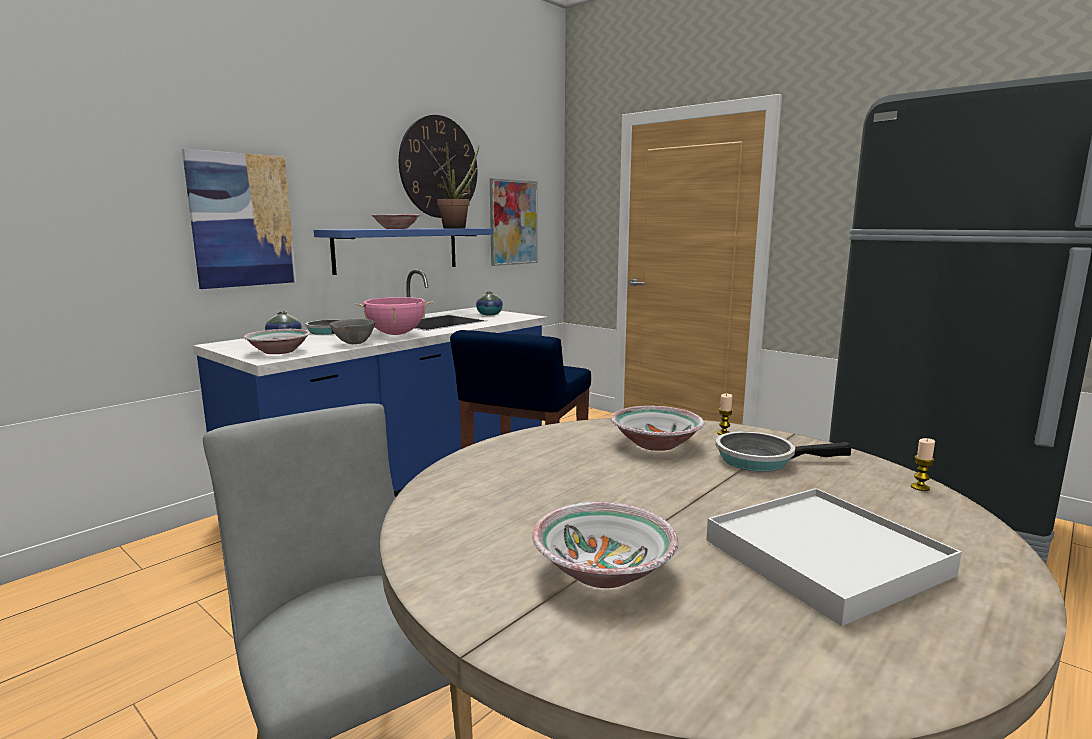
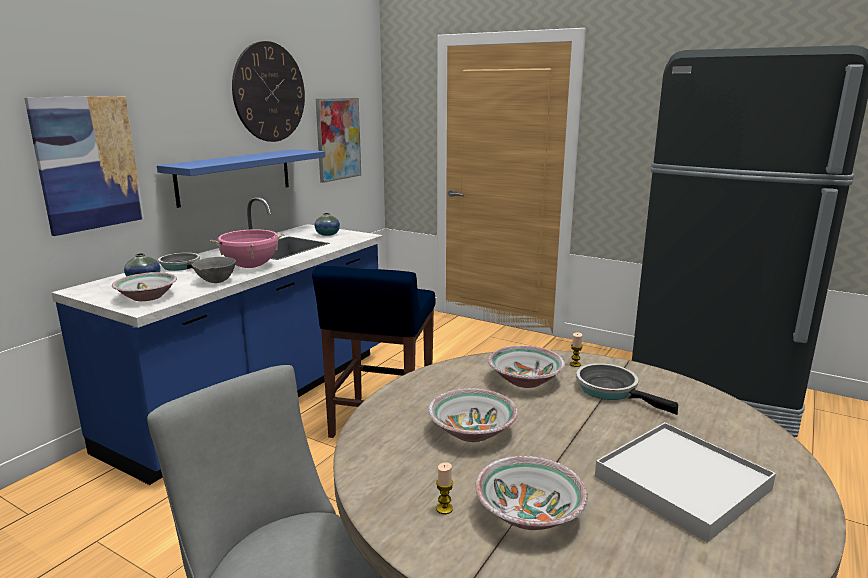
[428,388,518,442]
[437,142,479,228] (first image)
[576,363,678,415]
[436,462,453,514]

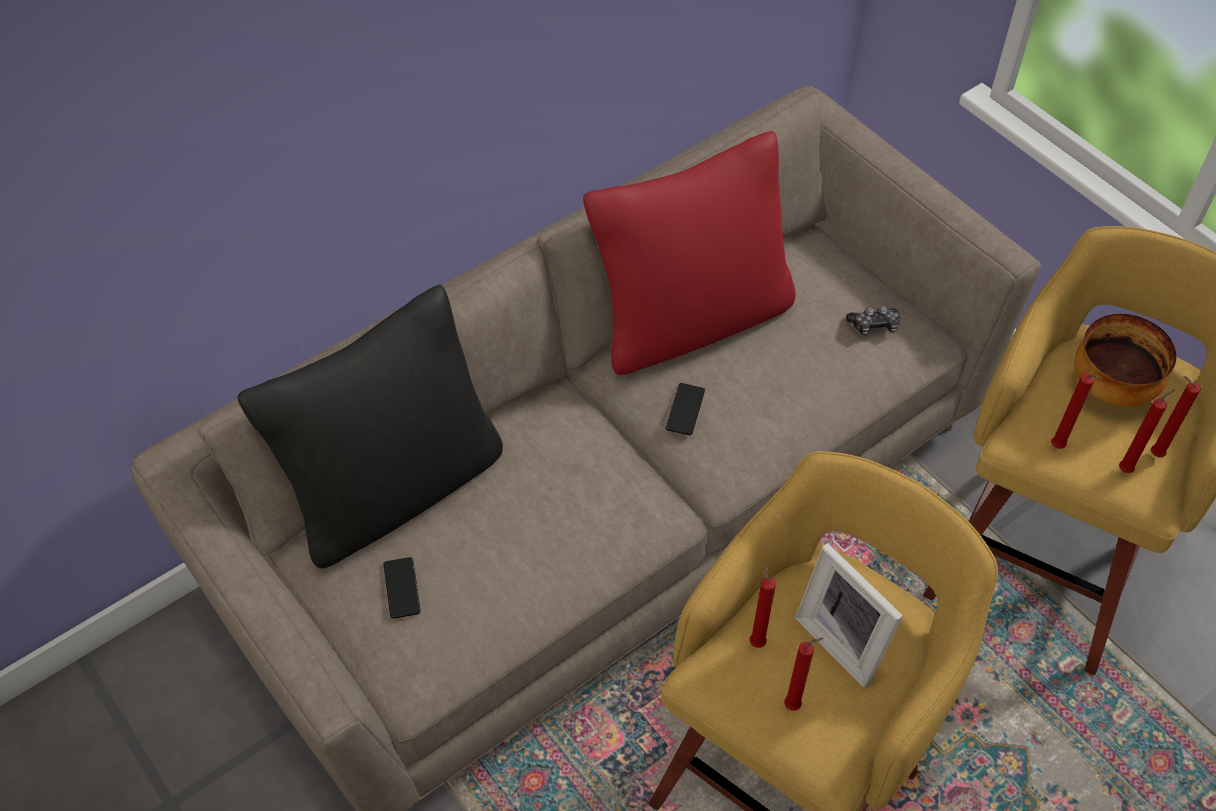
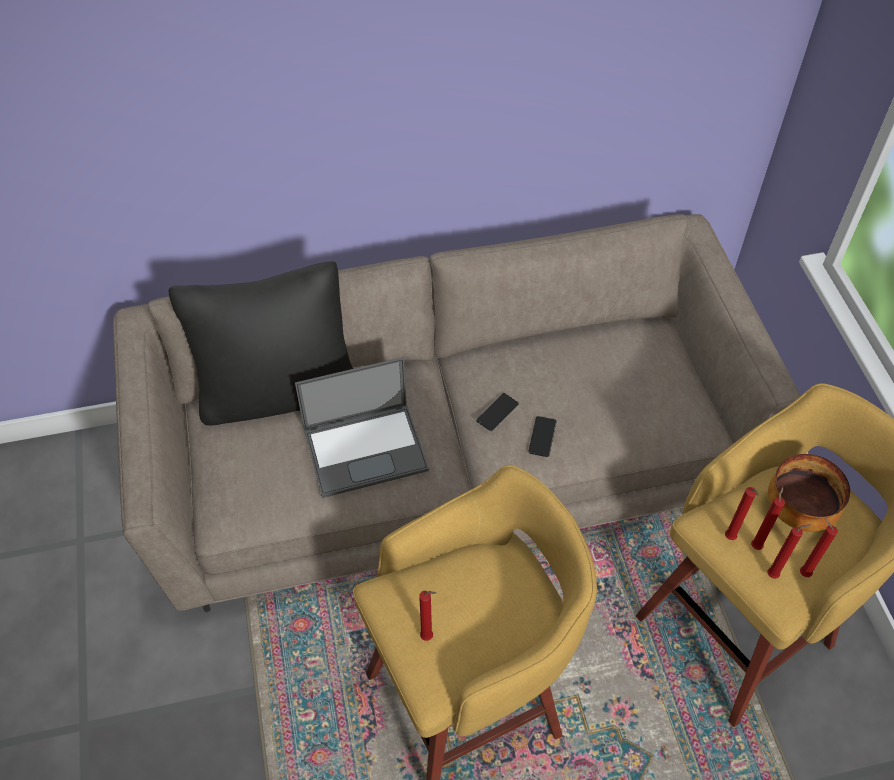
[528,416,556,457]
[583,131,796,375] (first image)
[751,487,785,550]
[795,543,903,688] (first image)
[846,306,901,336] (first image)
[295,357,429,498]

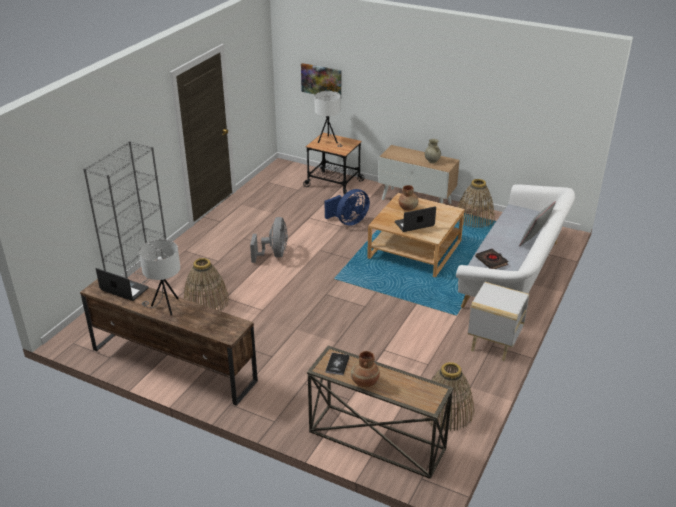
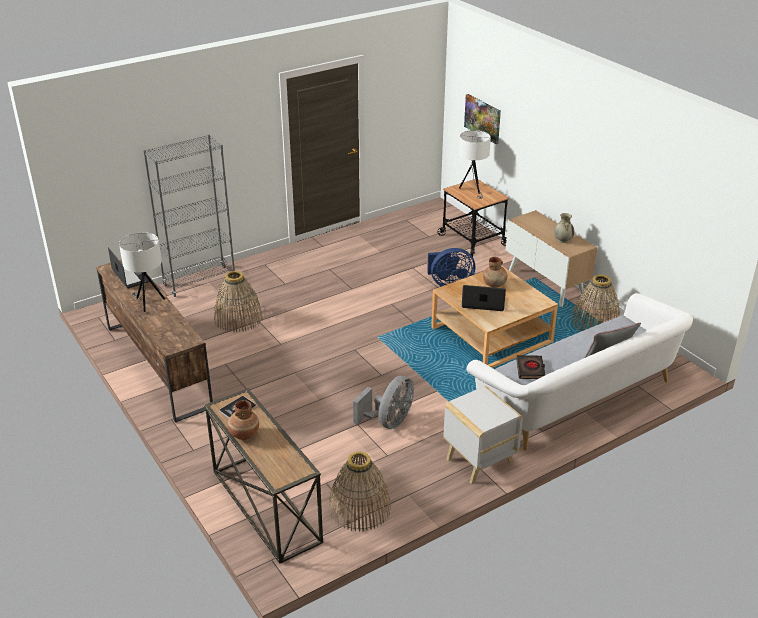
[353,376,414,429]

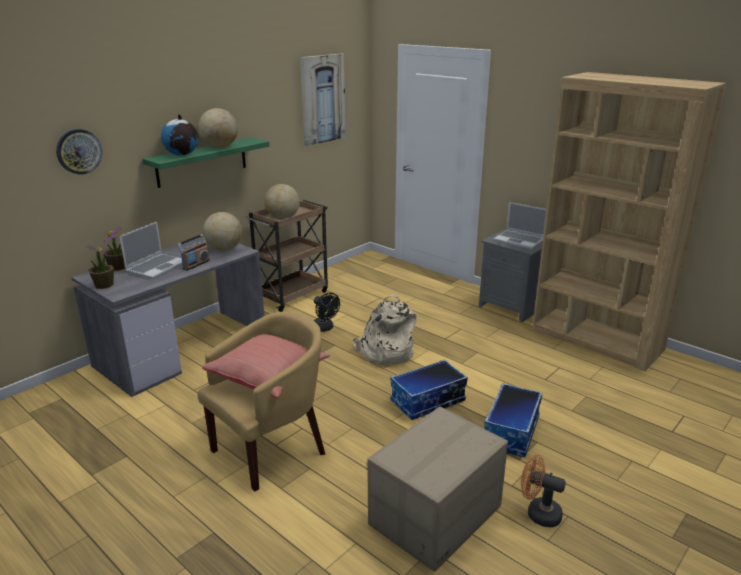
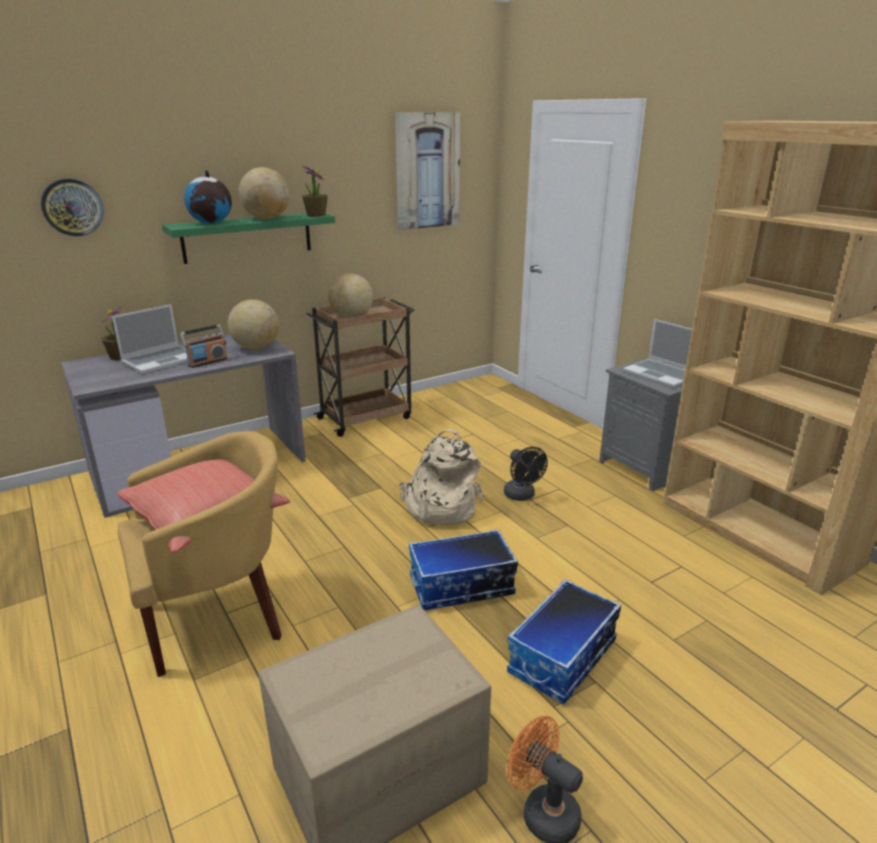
[302,166,328,217]
[504,447,548,501]

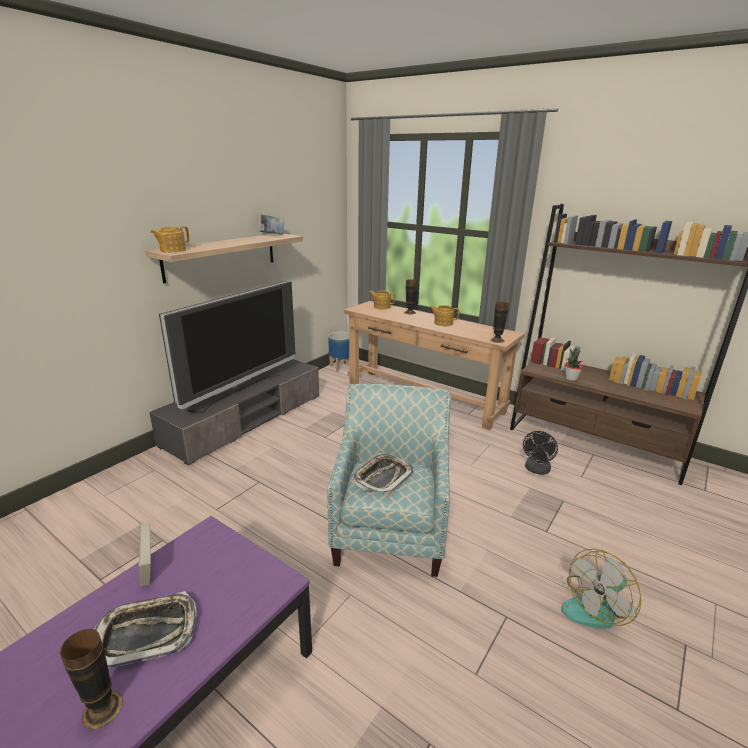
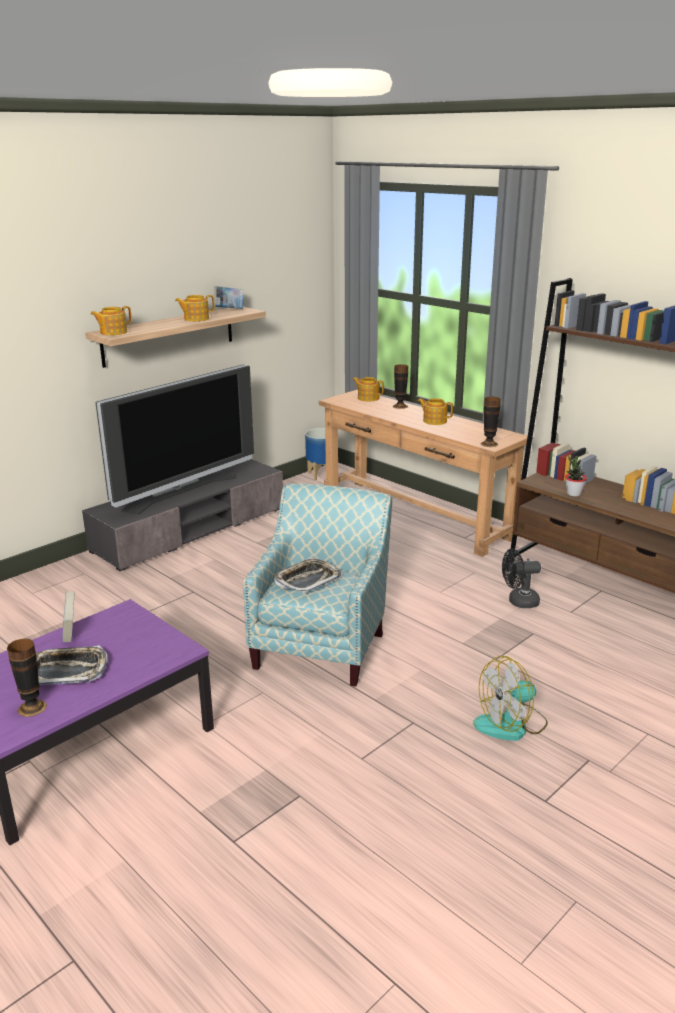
[502,548,541,608]
[175,295,214,321]

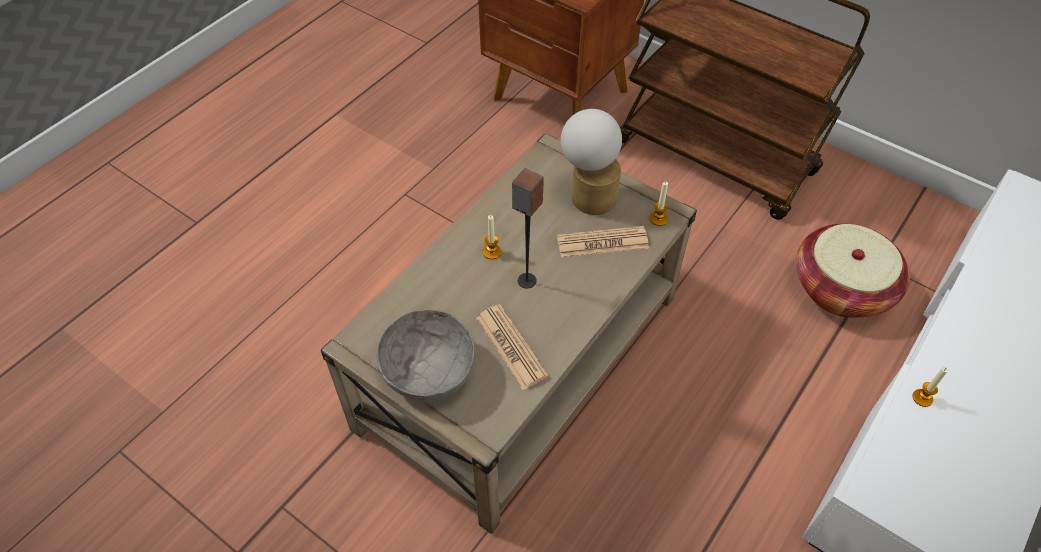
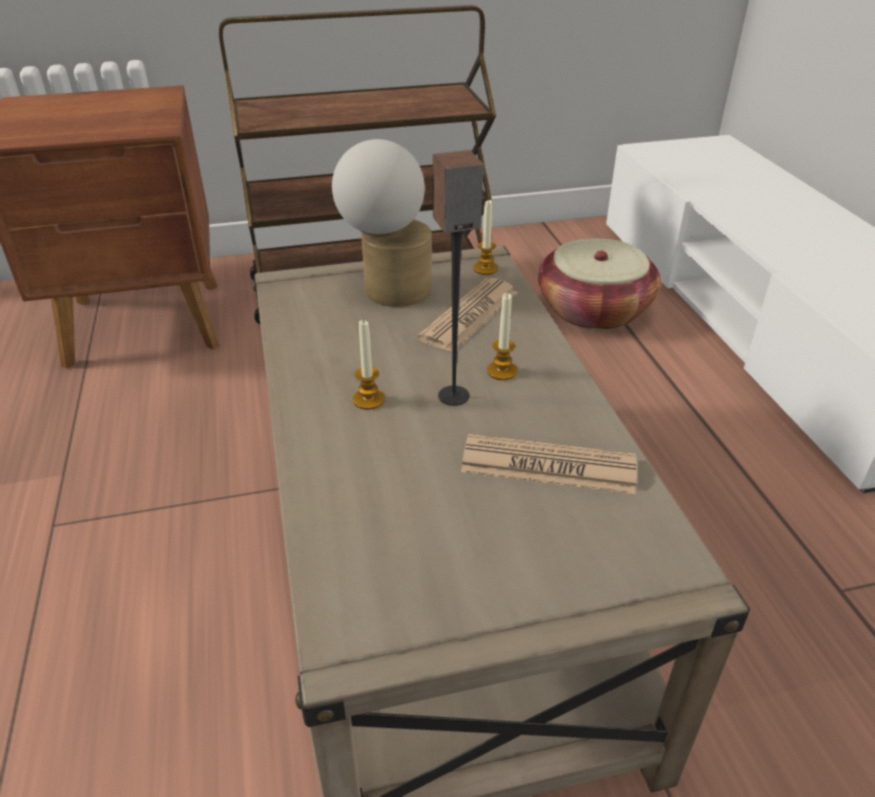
[377,309,475,402] (first image)
[487,293,517,380]

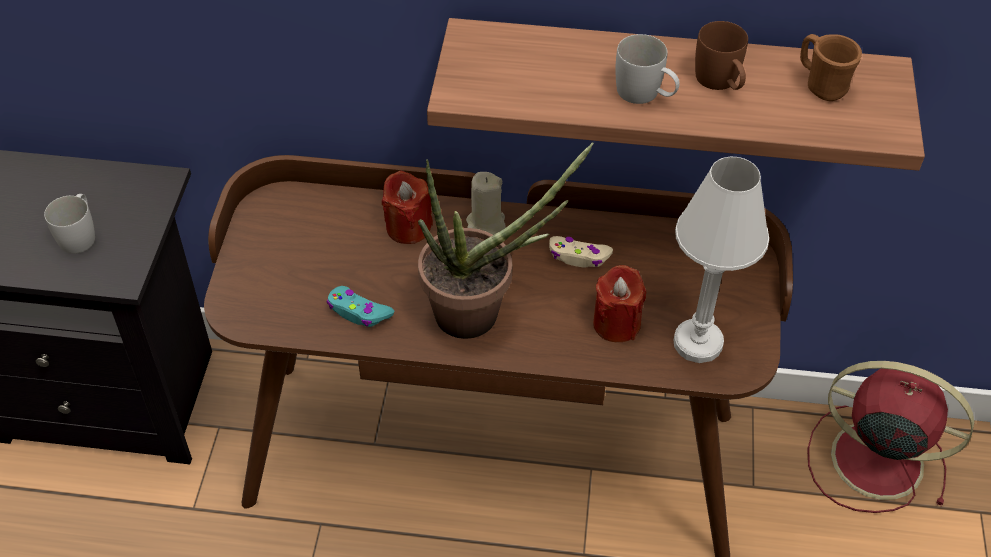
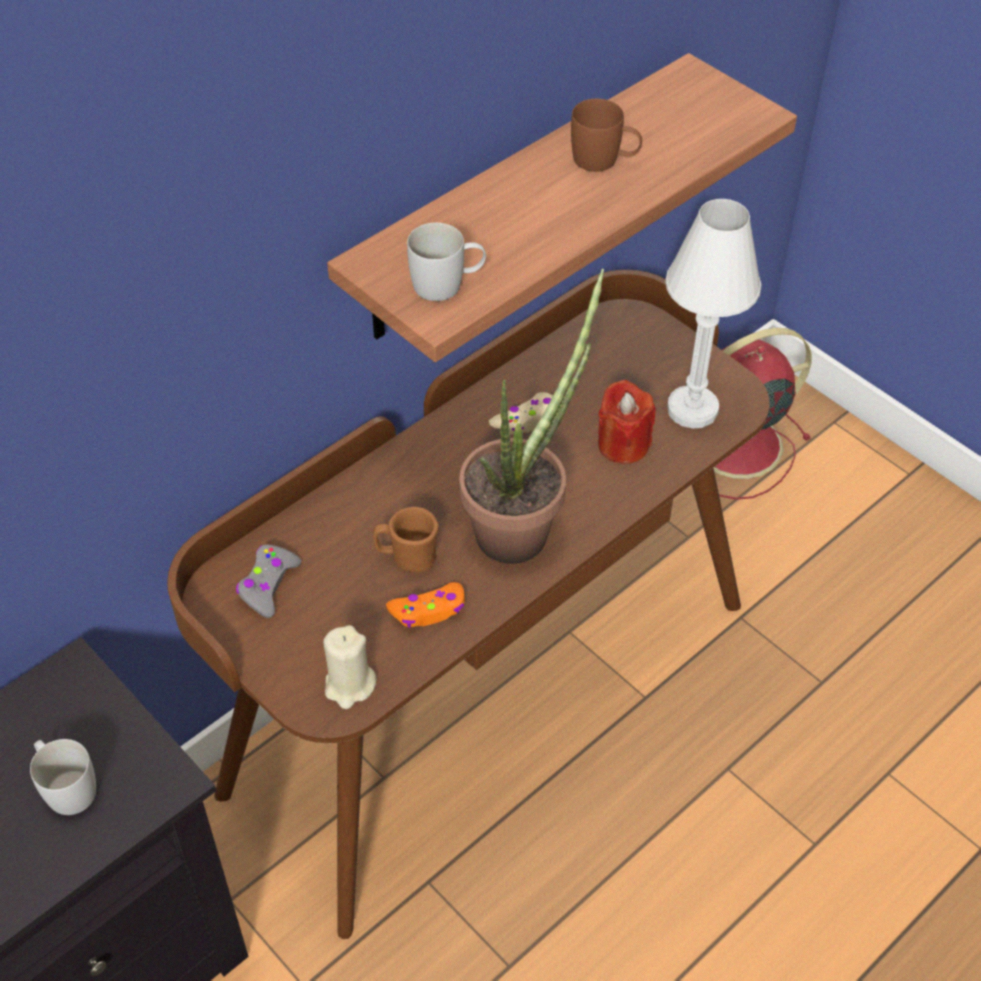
[386,582,465,628]
[382,171,433,244] (first image)
[323,625,377,709]
[407,223,486,301]
[373,507,439,572]
[236,545,302,618]

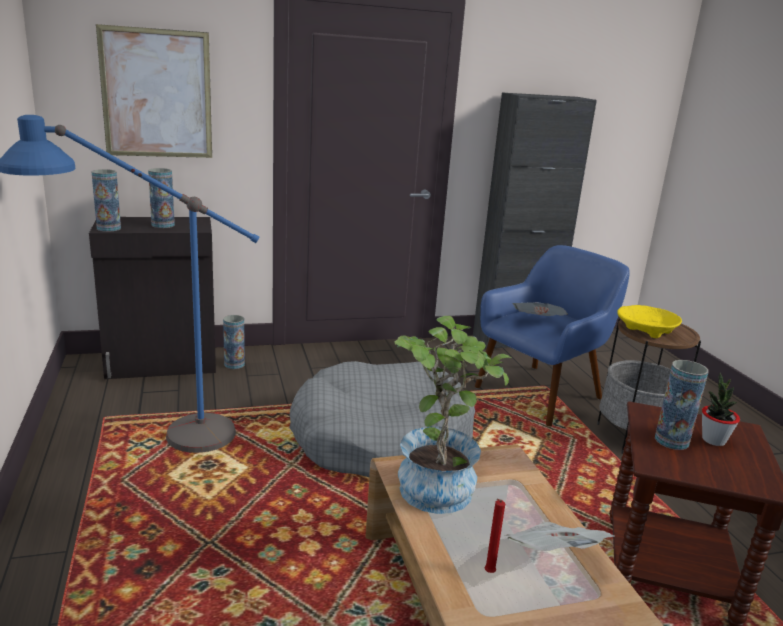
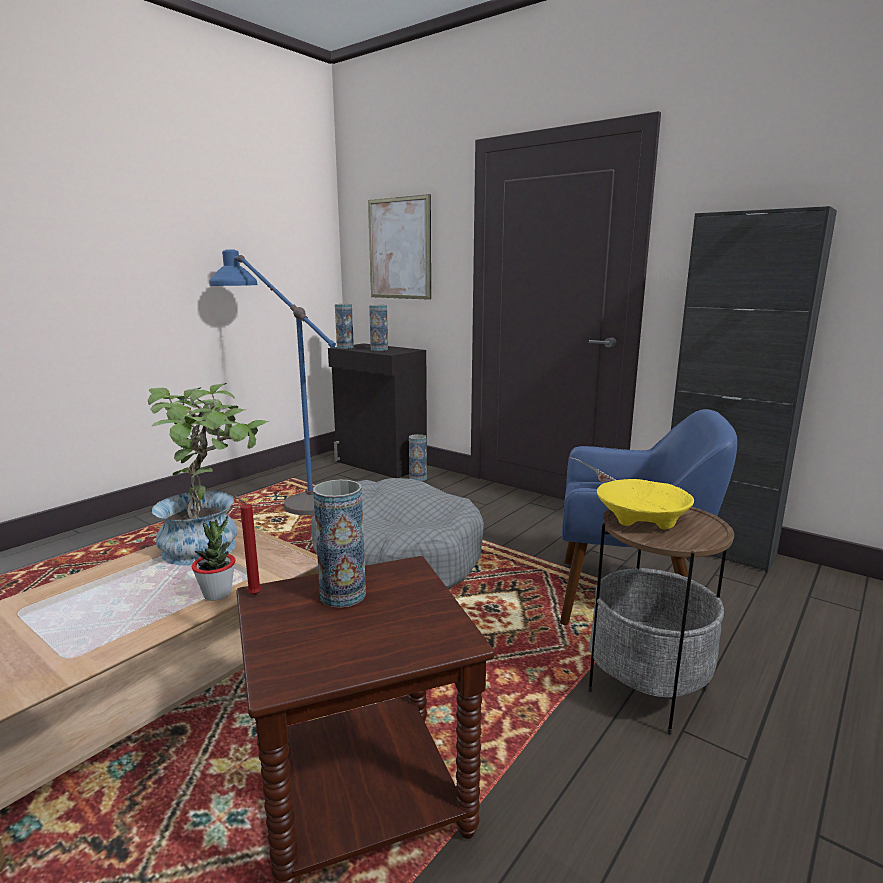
[233,495,261,595]
[505,522,614,551] (first image)
[192,516,236,601]

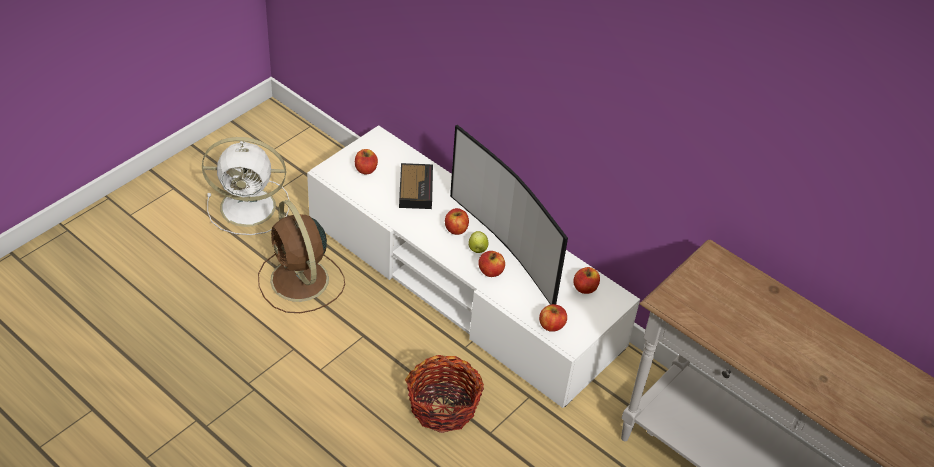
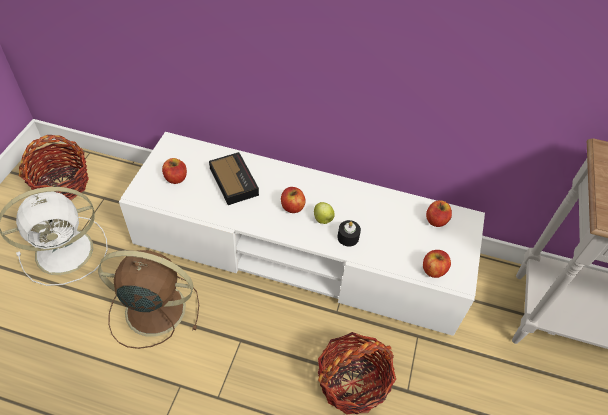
[98,250,199,349]
[450,125,568,305] (first image)
[337,220,361,247]
[19,135,89,200]

